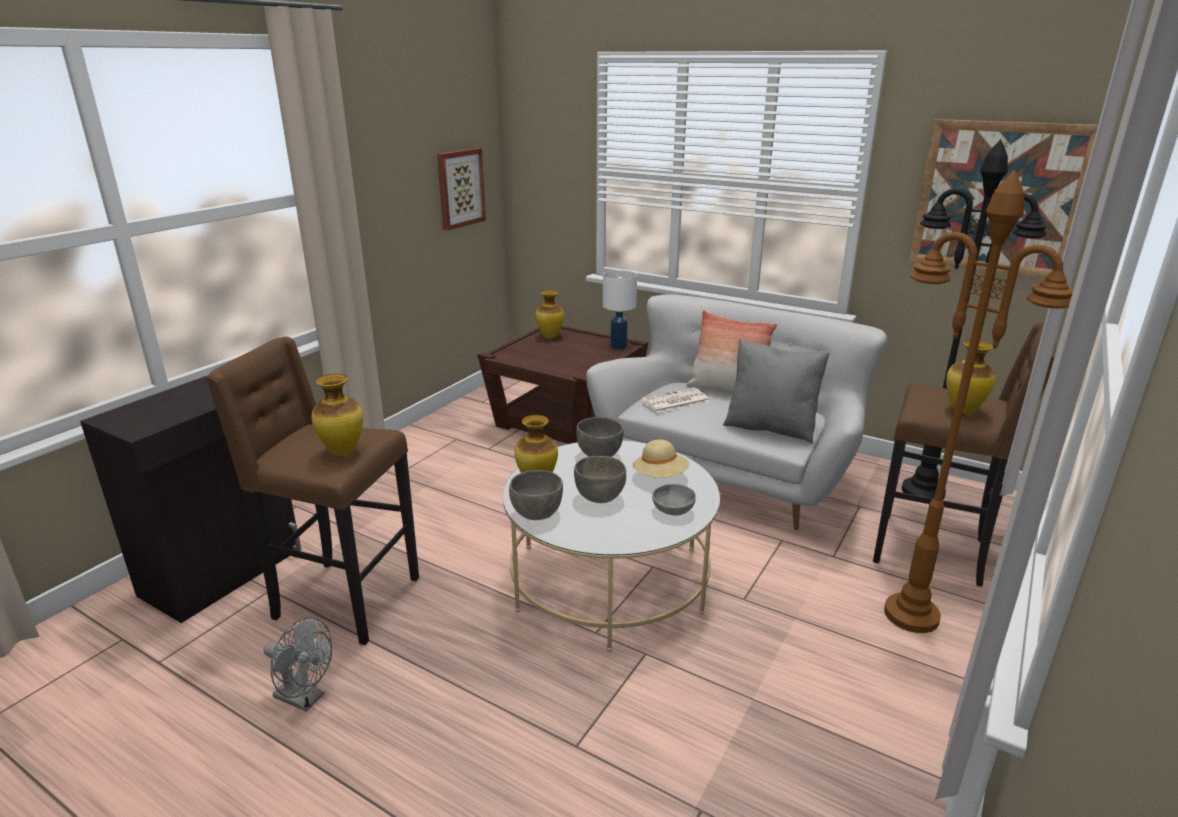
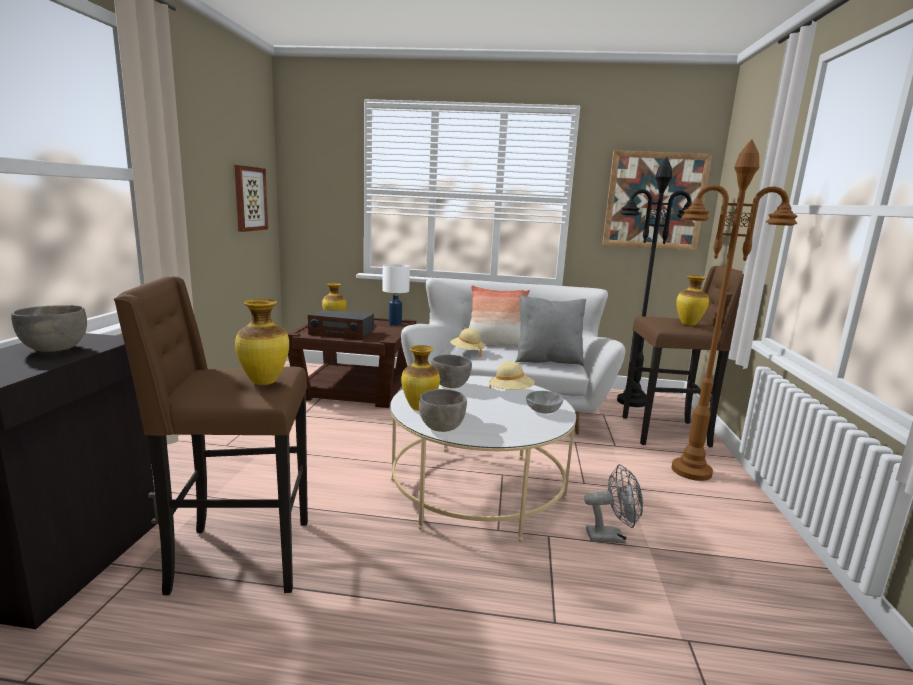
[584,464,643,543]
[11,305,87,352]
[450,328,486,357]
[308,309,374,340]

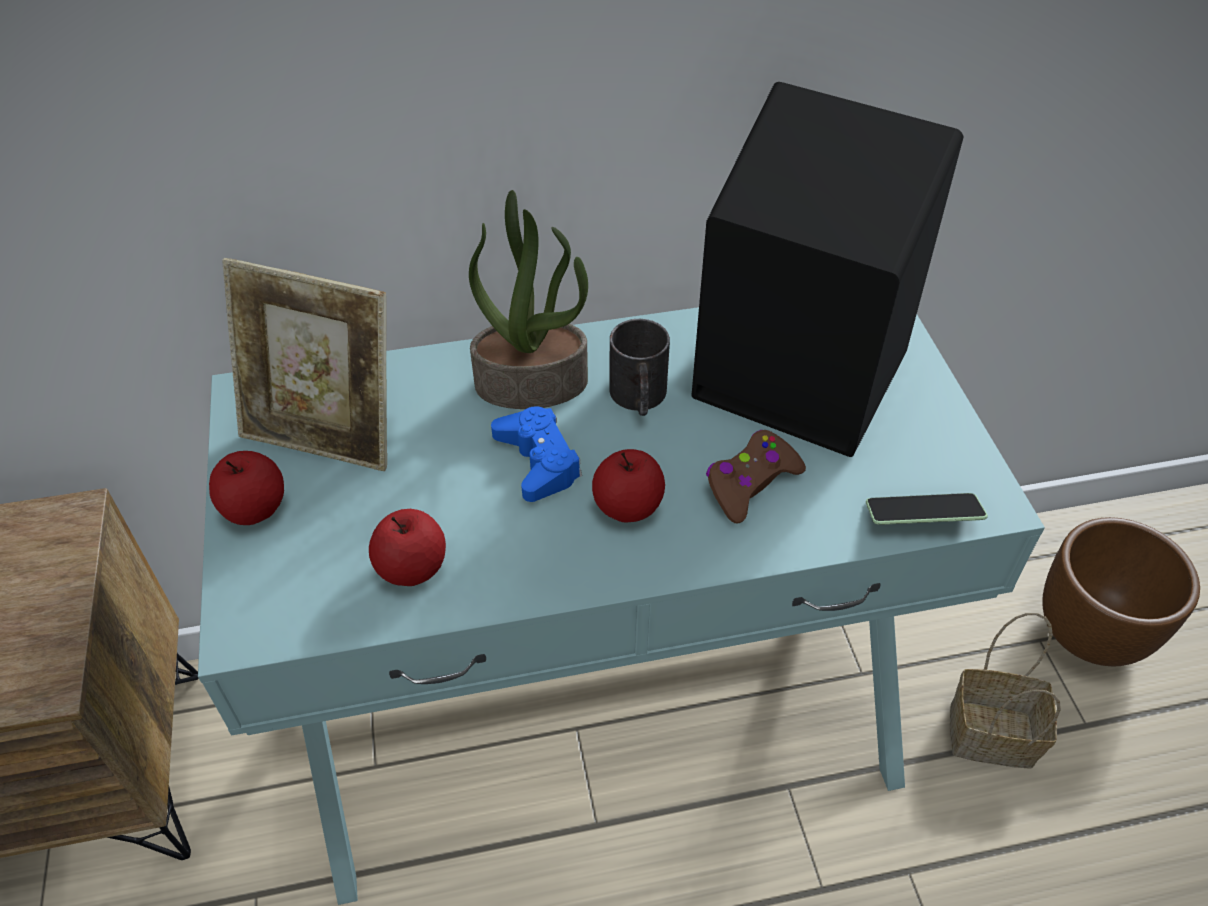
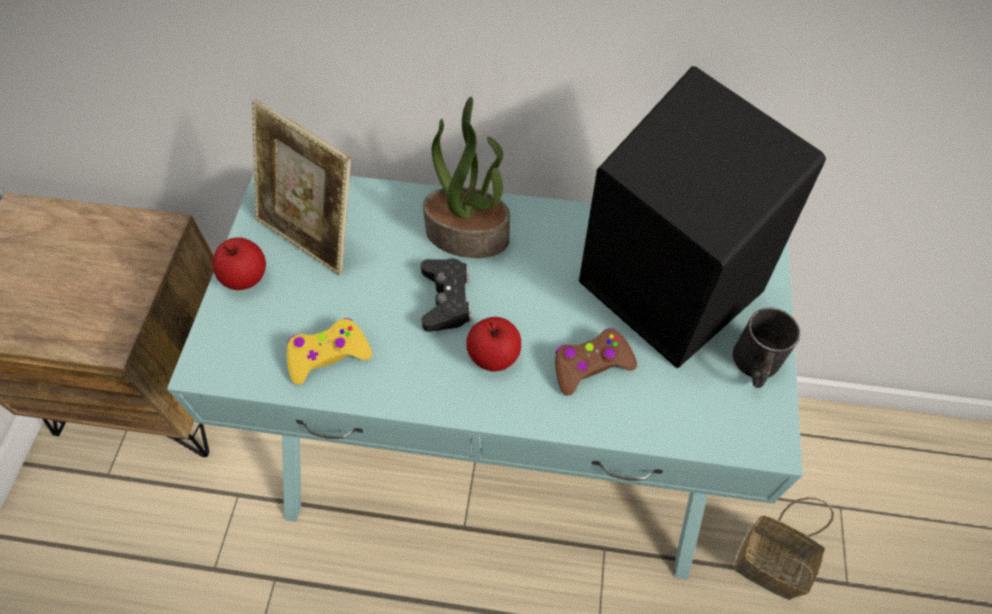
[287,318,372,385]
[420,259,472,332]
[733,308,800,388]
[866,493,988,525] (first image)
[1043,517,1200,667] (first image)

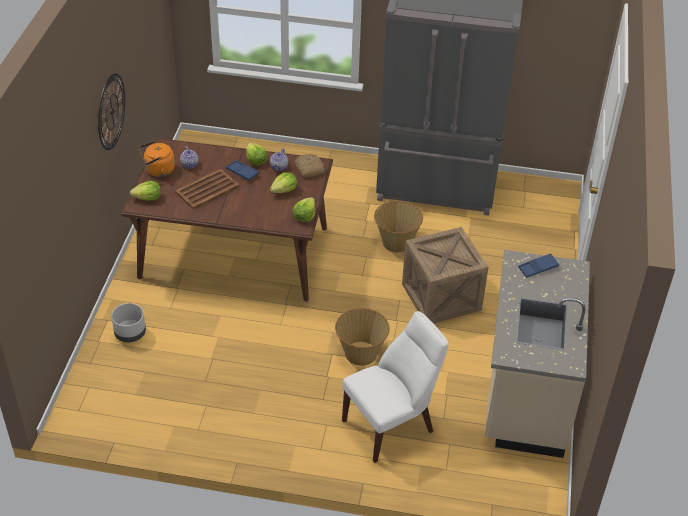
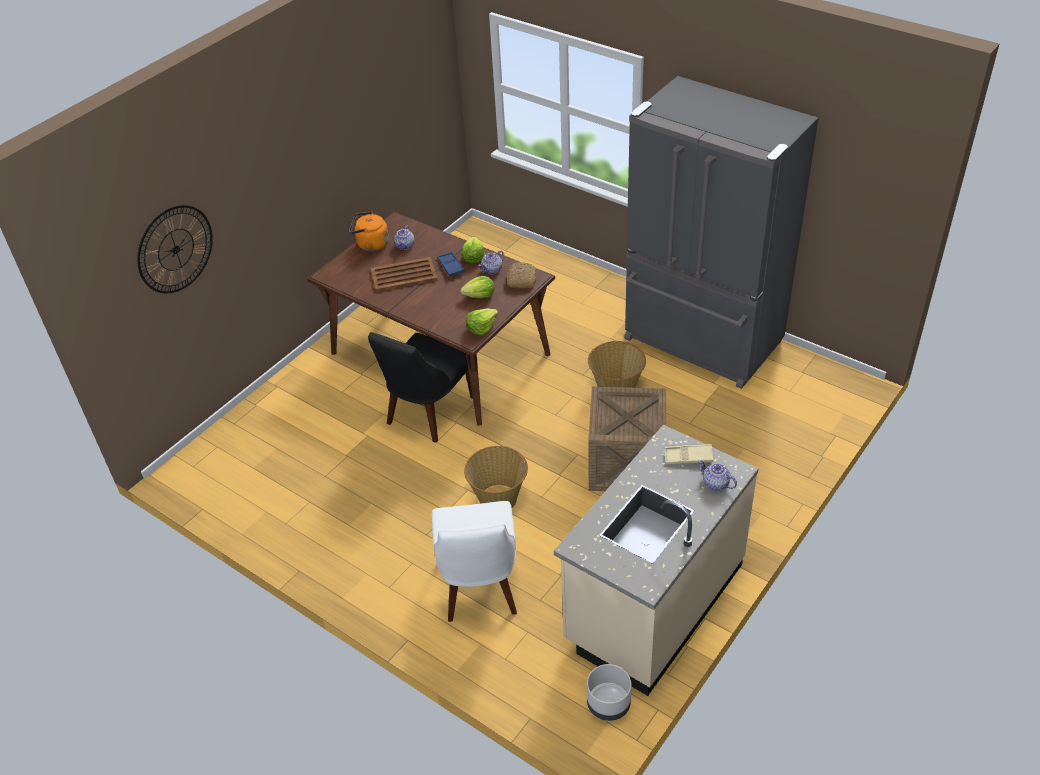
[137,205,213,293]
[587,664,632,721]
[130,181,161,201] (first image)
[432,501,517,622]
[665,444,713,464]
[368,332,473,443]
[698,460,737,490]

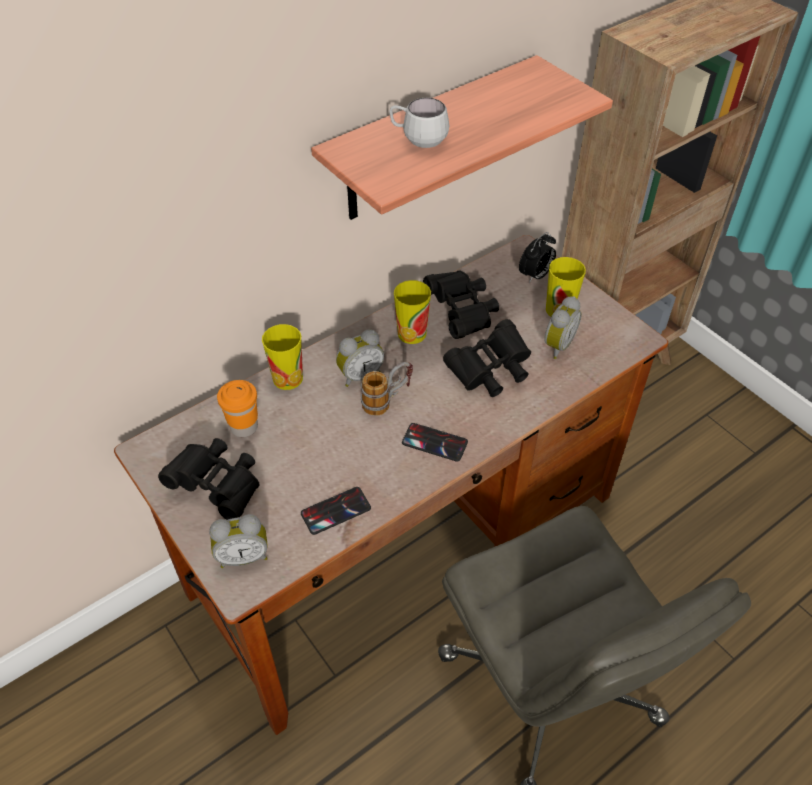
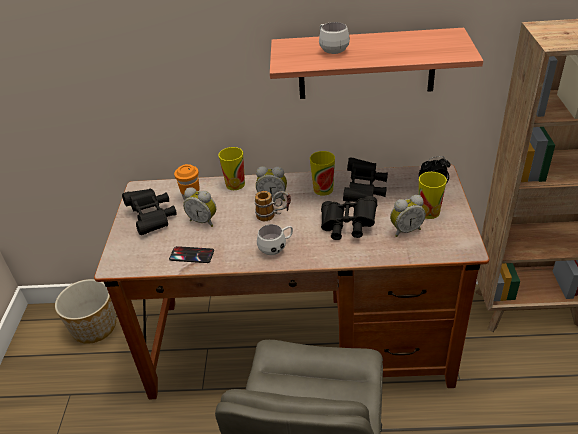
[183,187,216,227]
[257,224,293,255]
[55,279,116,344]

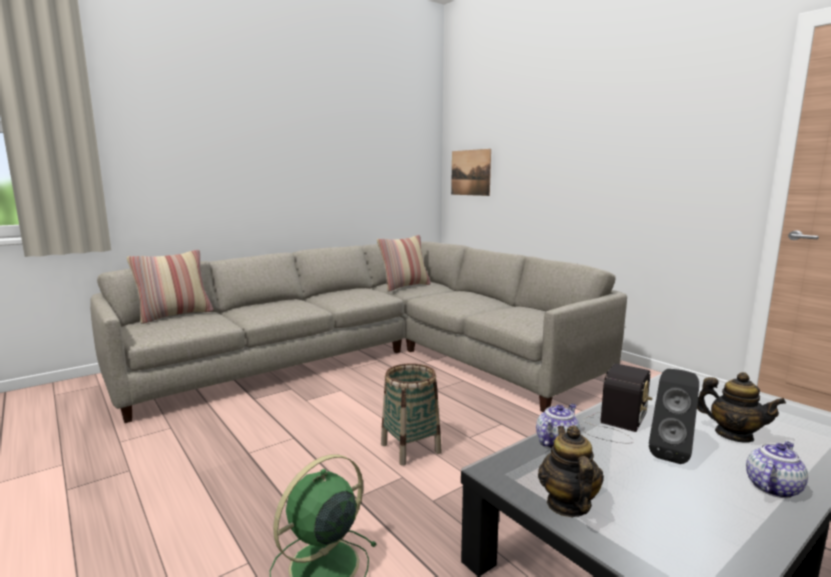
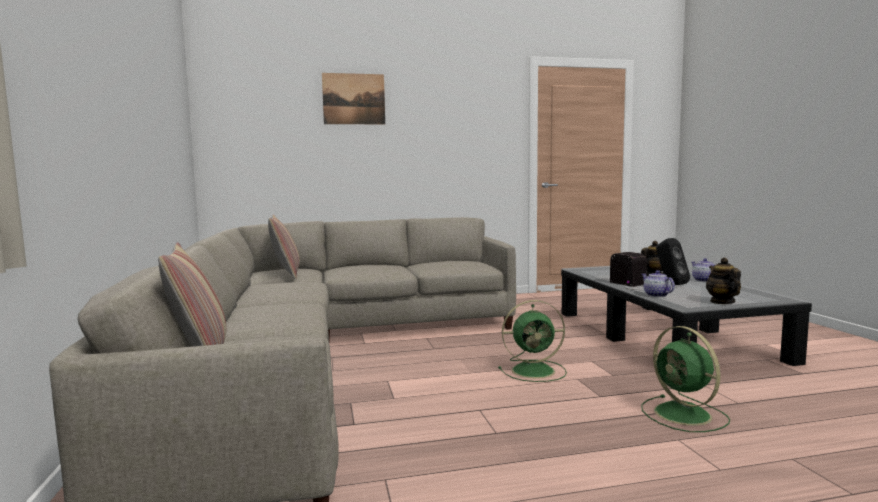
[498,300,567,382]
[322,73,385,124]
[706,258,741,304]

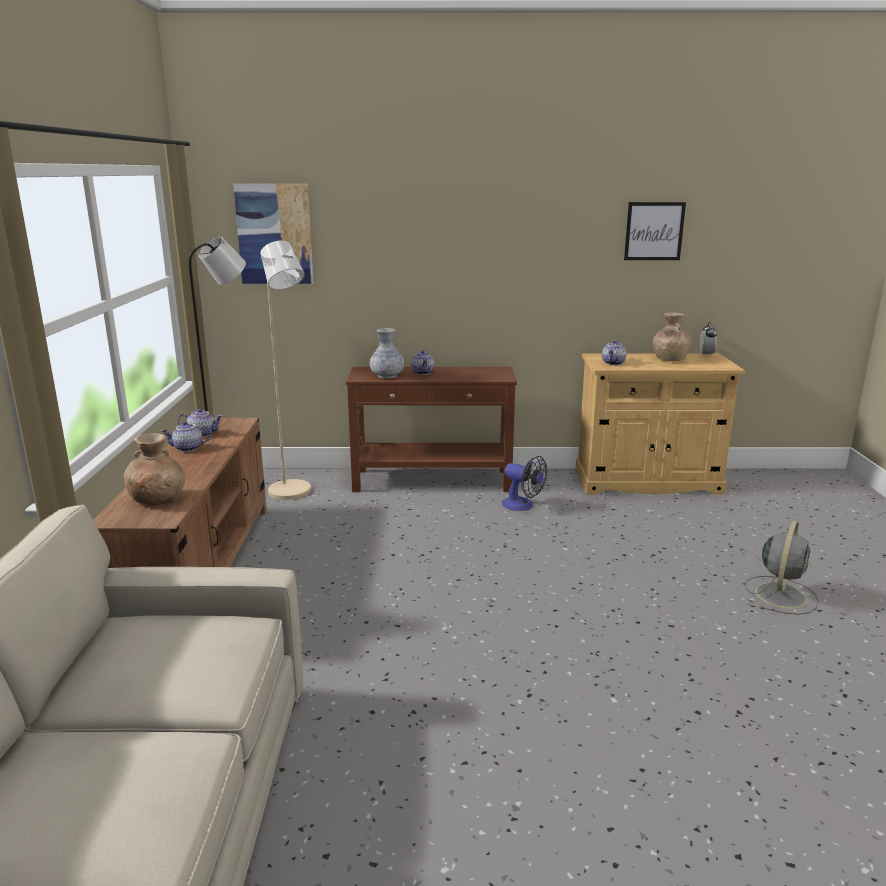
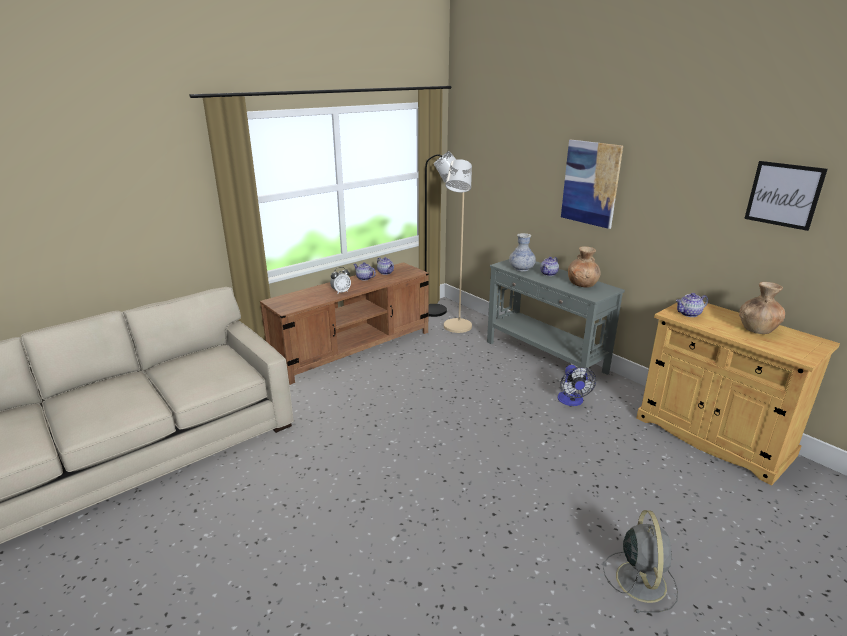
[568,246,600,287]
[561,140,623,229]
[487,259,625,375]
[330,267,351,293]
[603,510,678,613]

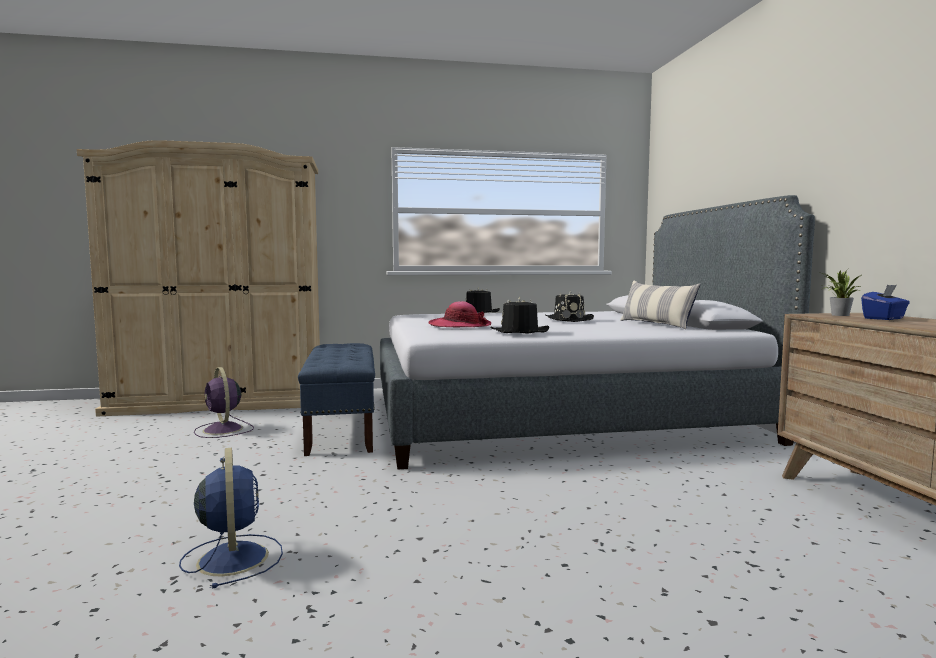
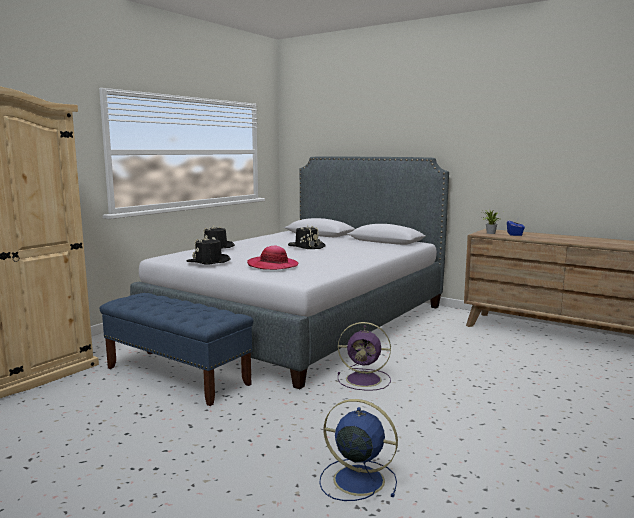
[338,322,391,391]
[186,236,231,264]
[620,281,700,329] (first image)

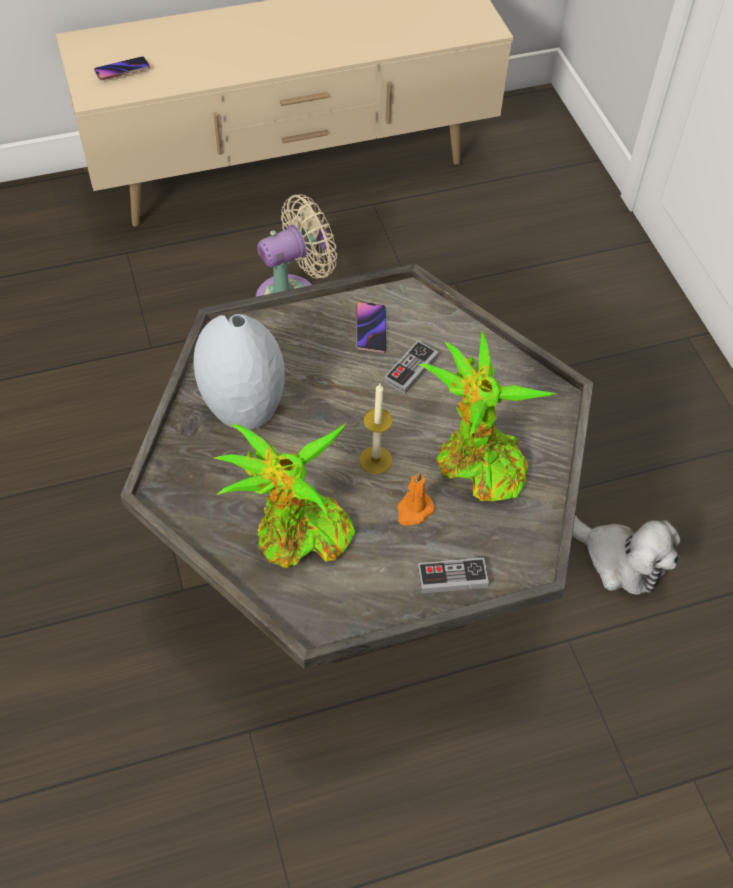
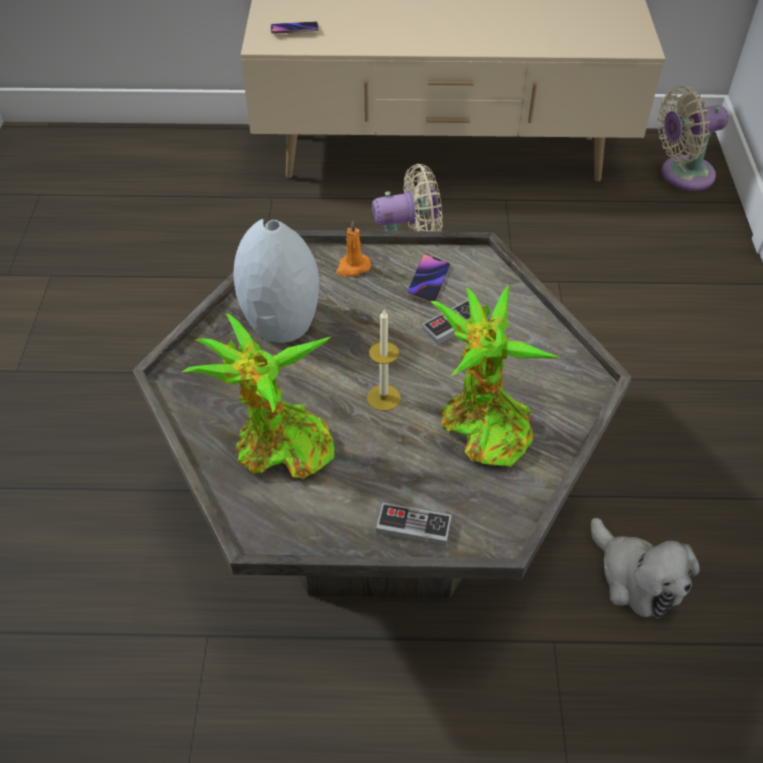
[336,221,371,276]
[657,86,729,191]

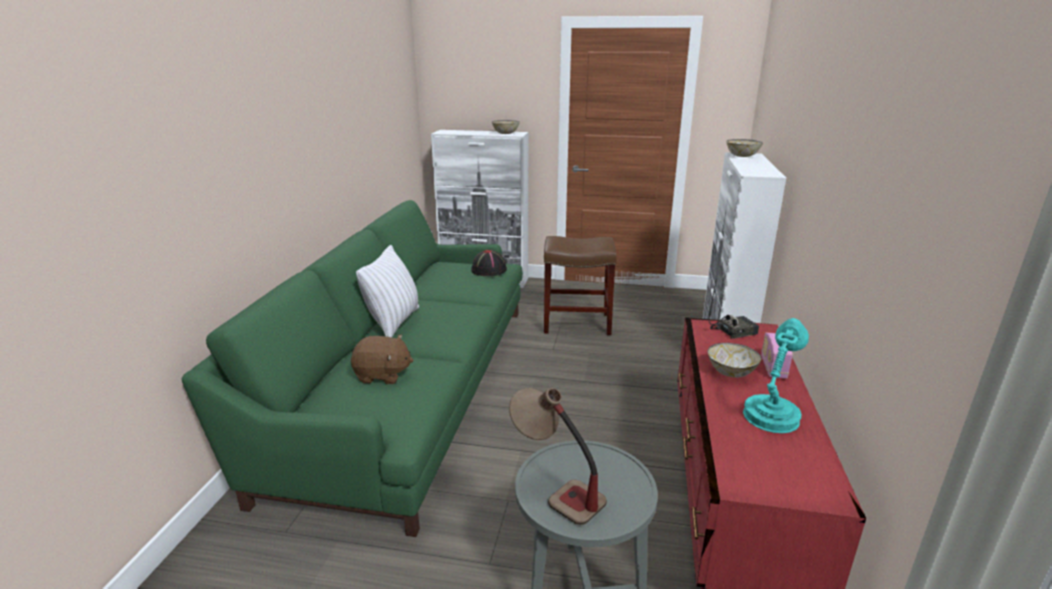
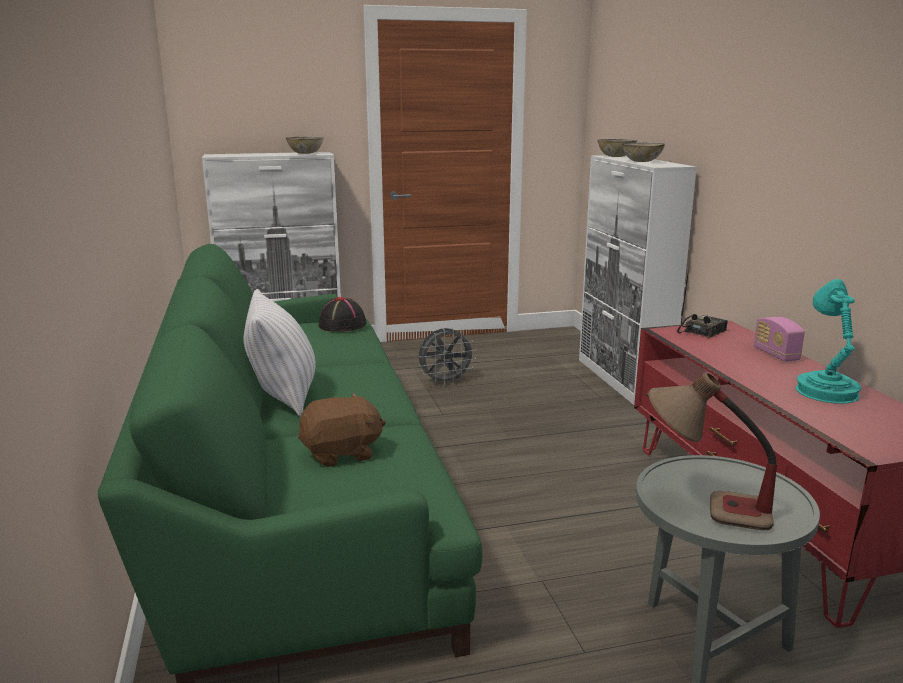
[419,328,476,386]
[622,143,665,162]

